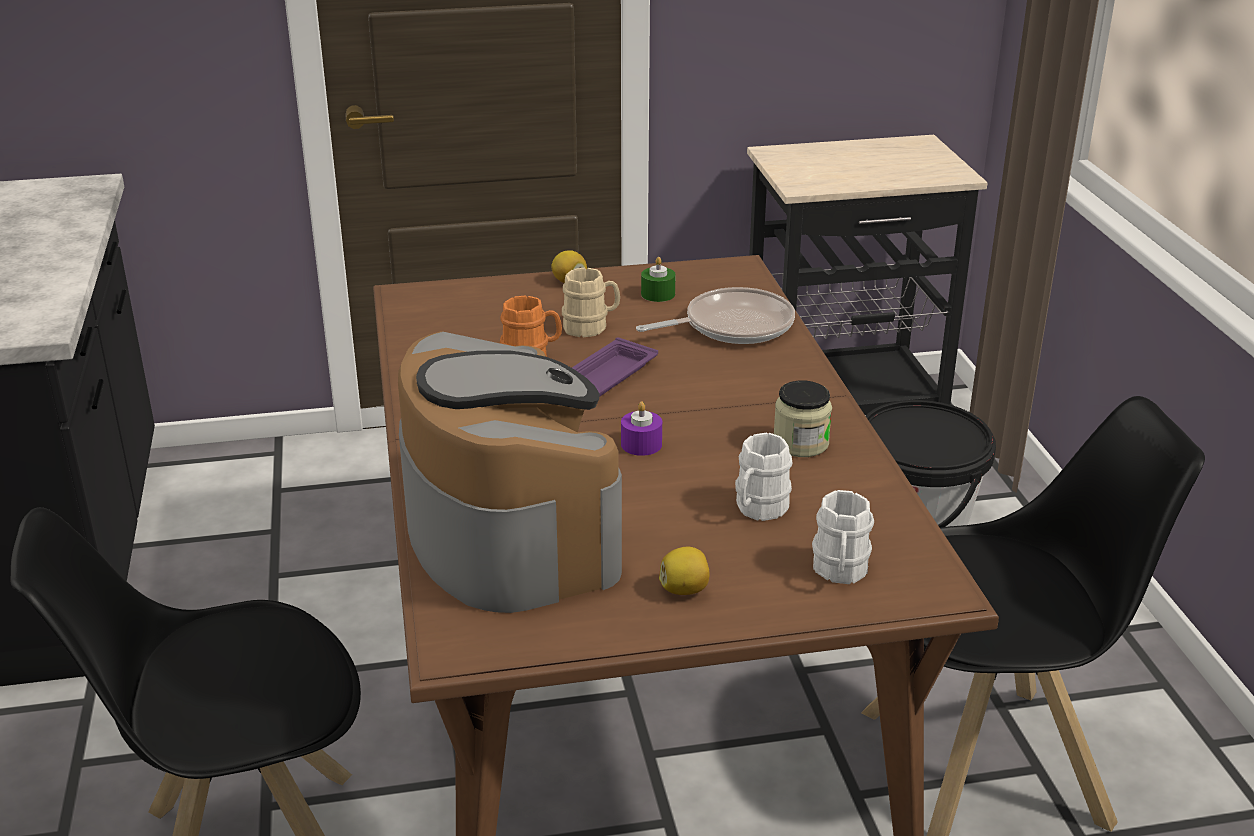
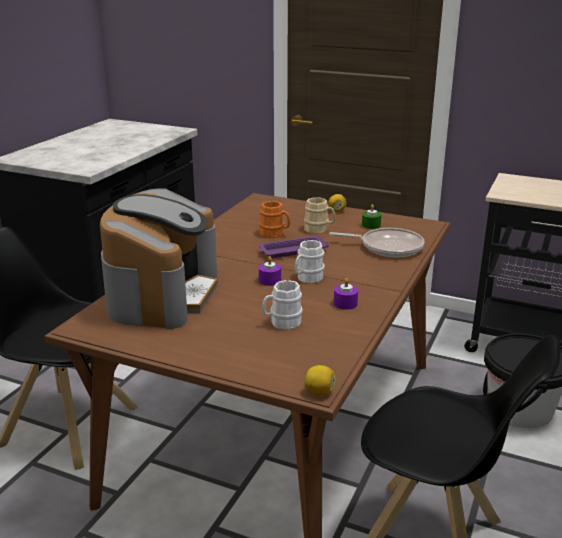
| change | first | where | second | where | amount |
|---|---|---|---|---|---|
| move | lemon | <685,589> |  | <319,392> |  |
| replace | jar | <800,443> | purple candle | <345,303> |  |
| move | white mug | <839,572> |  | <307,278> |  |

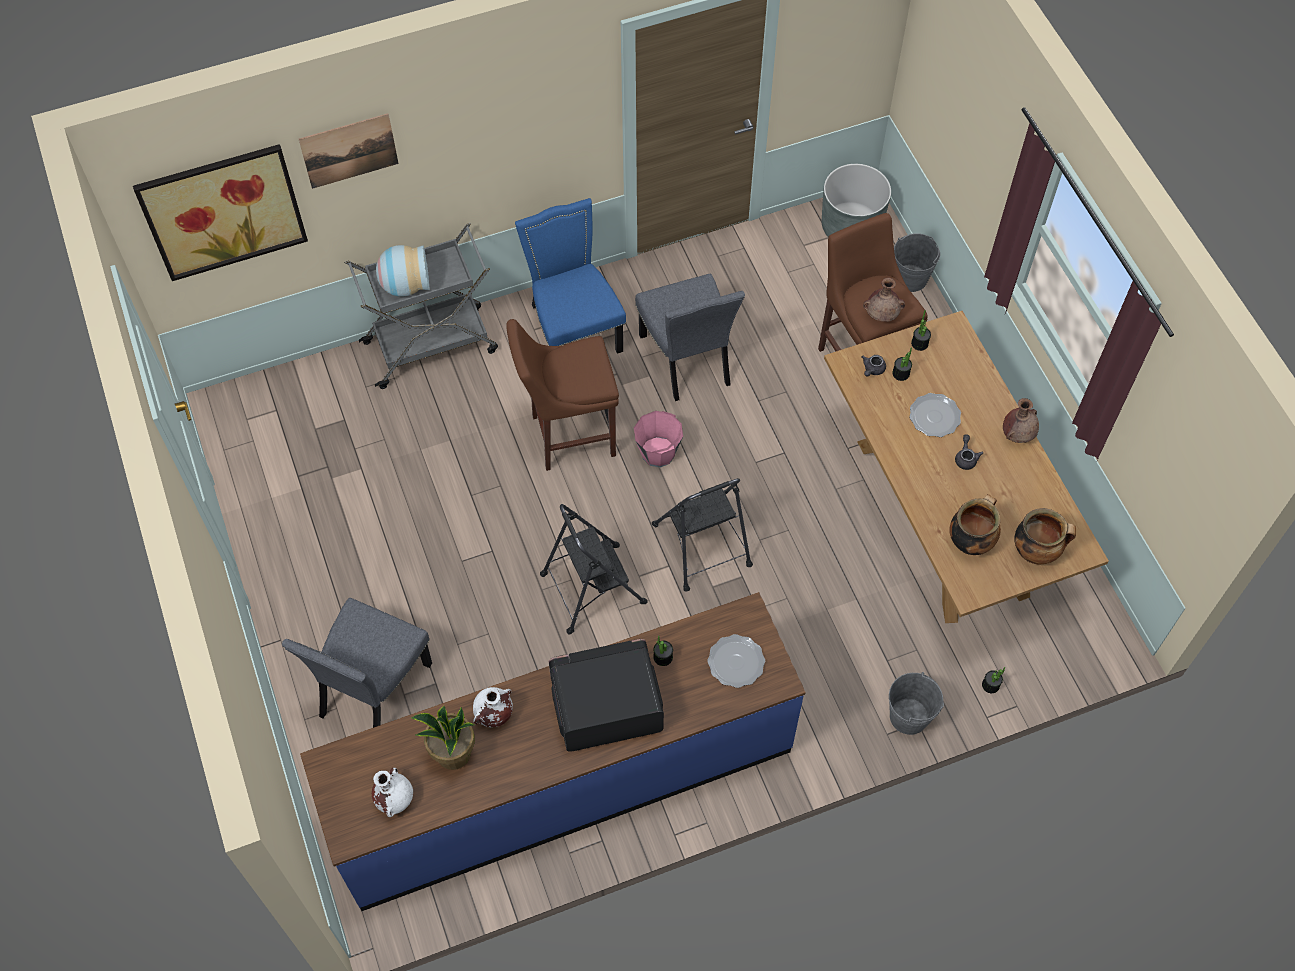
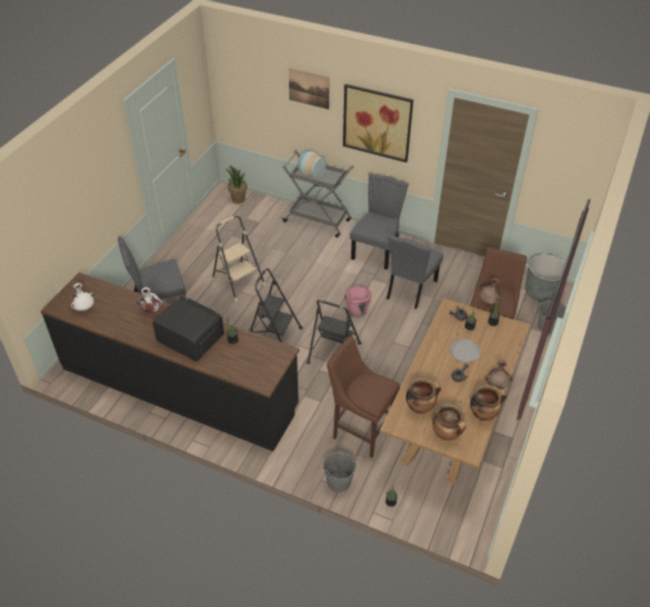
| change | first | where | second | where | amount |
|---|---|---|---|---|---|
| move | picture | <223,211> |  | <377,122> |  |
| recolor | blue counter | <563,781> | black counter | <179,387> |  |
| move | potted plant | <453,754> |  | <238,199> |  |
| move | brown stool | <568,436> |  | <360,431> |  |
| recolor | blue chair | <574,331> | grey chair | <376,251> |  |
| delete | plate | <736,662> |  |  |  |
| insert |  |  | beige step ladder | <237,280> |  |
| insert |  |  | cooking pot | <484,414> |  |

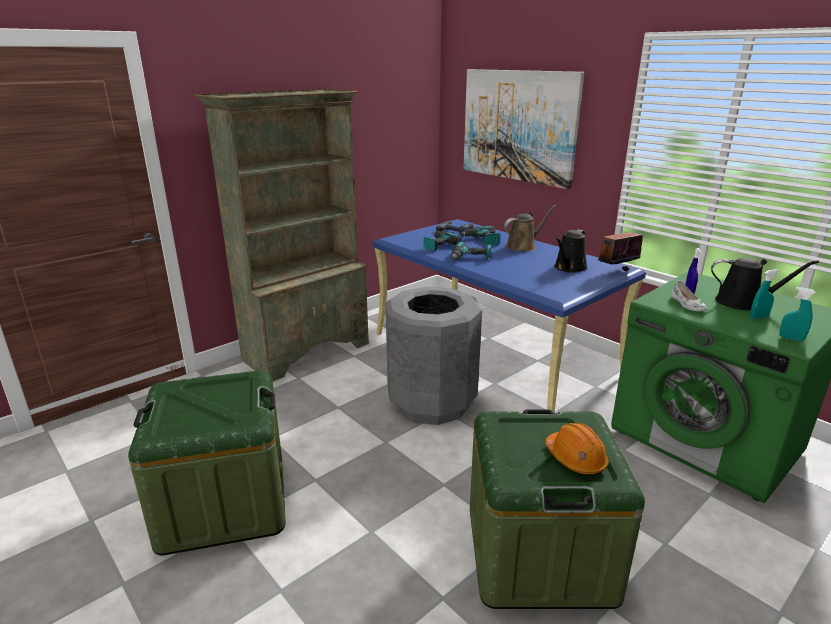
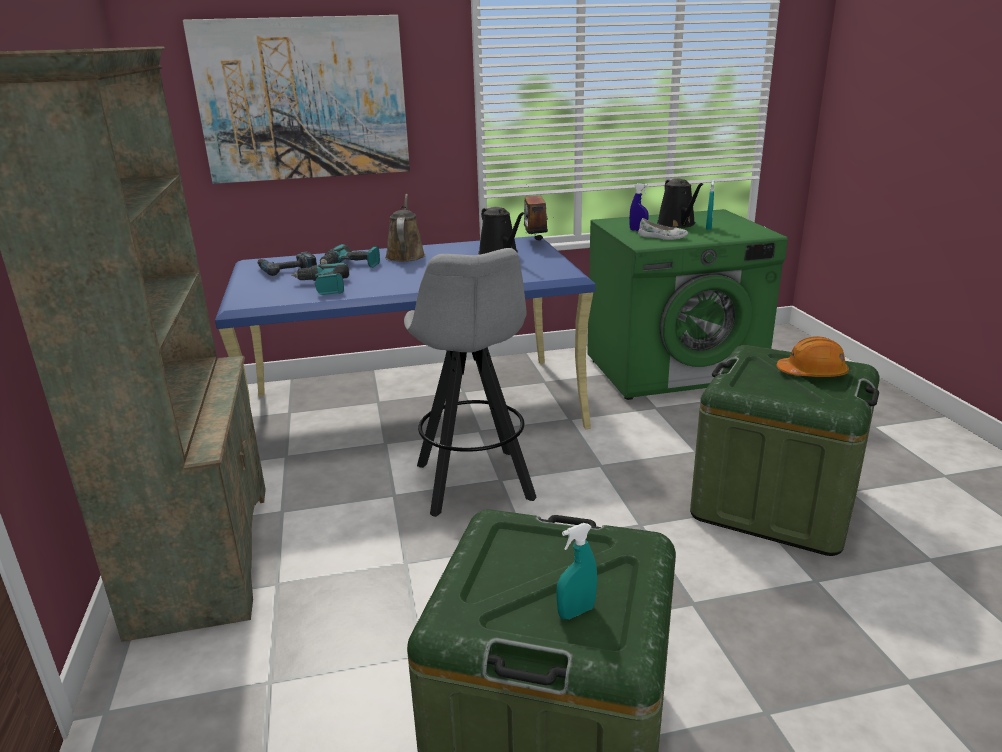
| change | first | where | second | where | amount |
|---|---|---|---|---|---|
| replace | grey trash can | <431,402> | grey stool | <474,484> |  |
| delete | power drill | <470,258> |  |  |  |
| rotate | black watering can | <742,303> |  | <678,224> | 120 degrees clockwise |
| move | turquoise spray bottle | <791,338> |  | <576,612> |  |

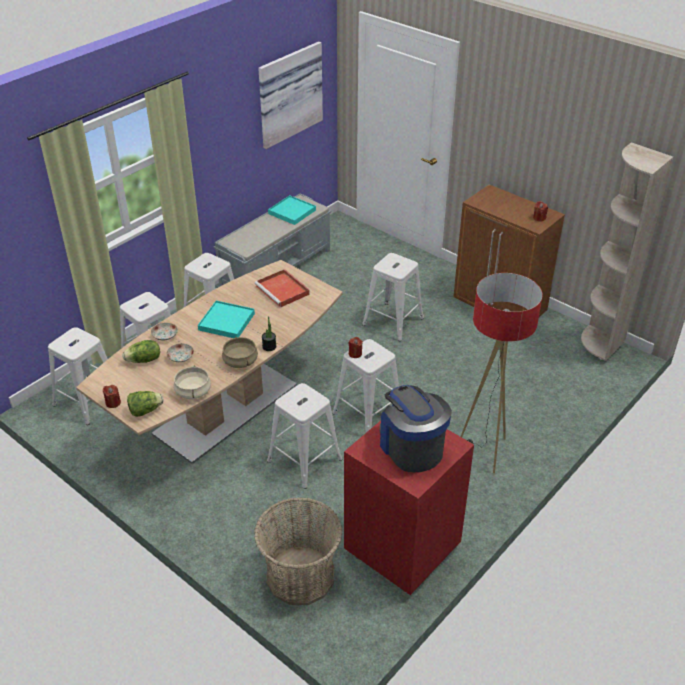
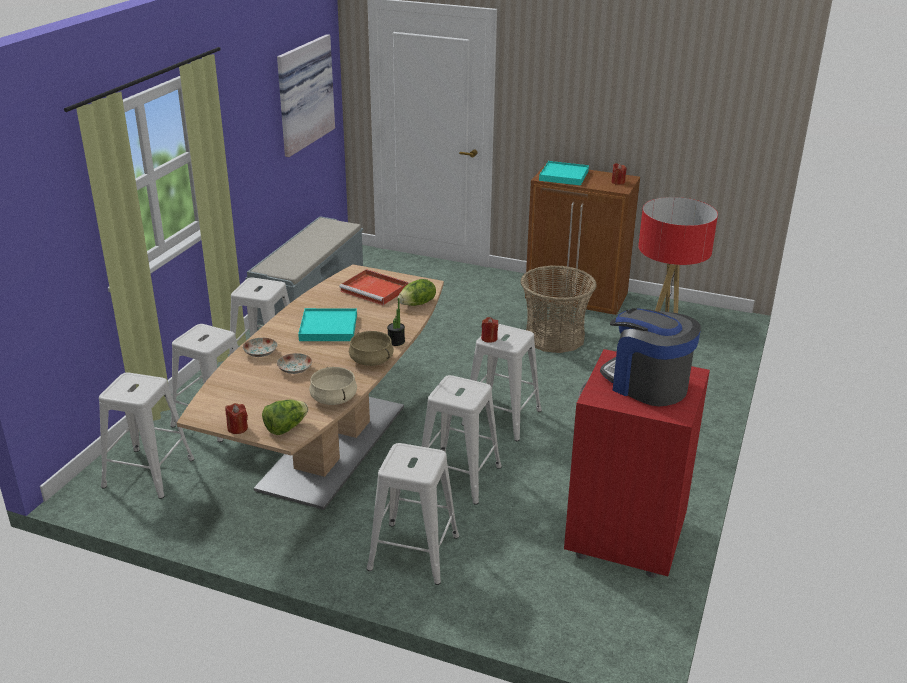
| change | first | where | second | where | amount |
|---|---|---|---|---|---|
| move | lettuce | <144,360> |  | <417,304> |  |
| move | basket | <300,576> |  | <554,337> |  |
| move | turquoise tray | <292,212> |  | <563,176> |  |
| move | white stool | <393,321> |  | <414,552> |  |
| delete | beige bookcase | <598,346> |  |  |  |

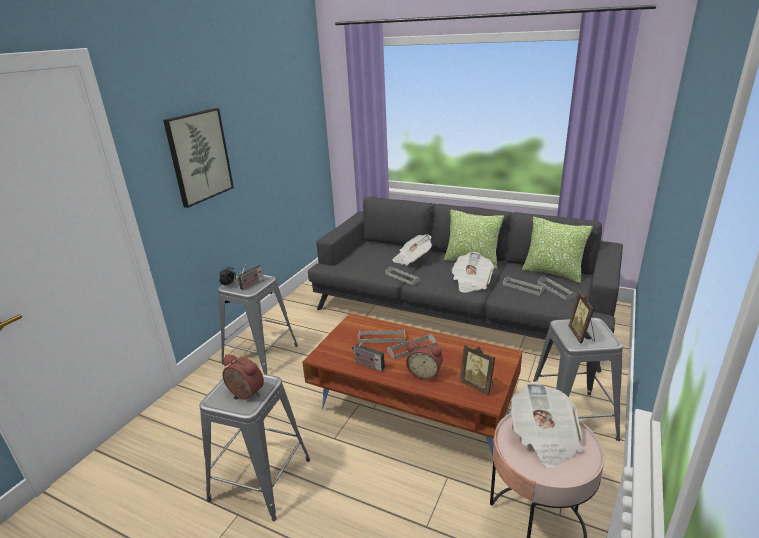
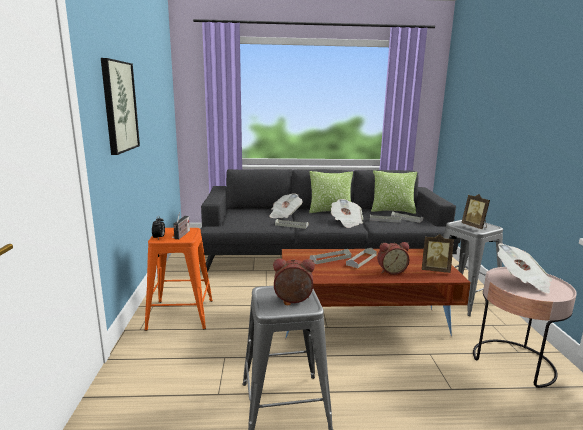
| change | first | where | second | where | amount |
|---|---|---|---|---|---|
| recolor | grey stool | <260,354> | orange stool | <181,314> |  |
| delete | radio | <367,365> |  |  |  |

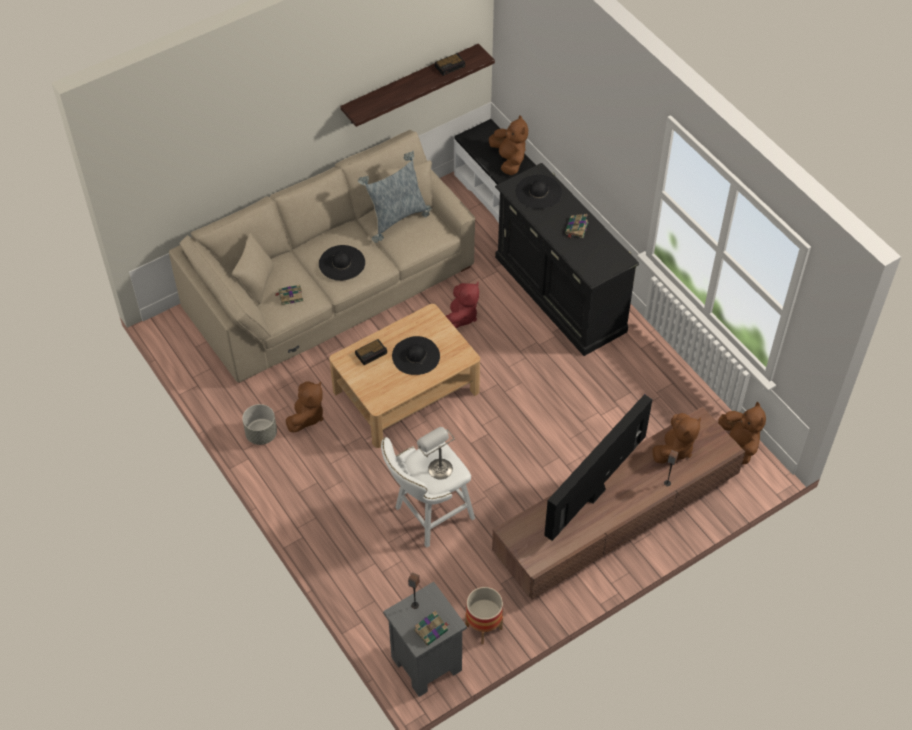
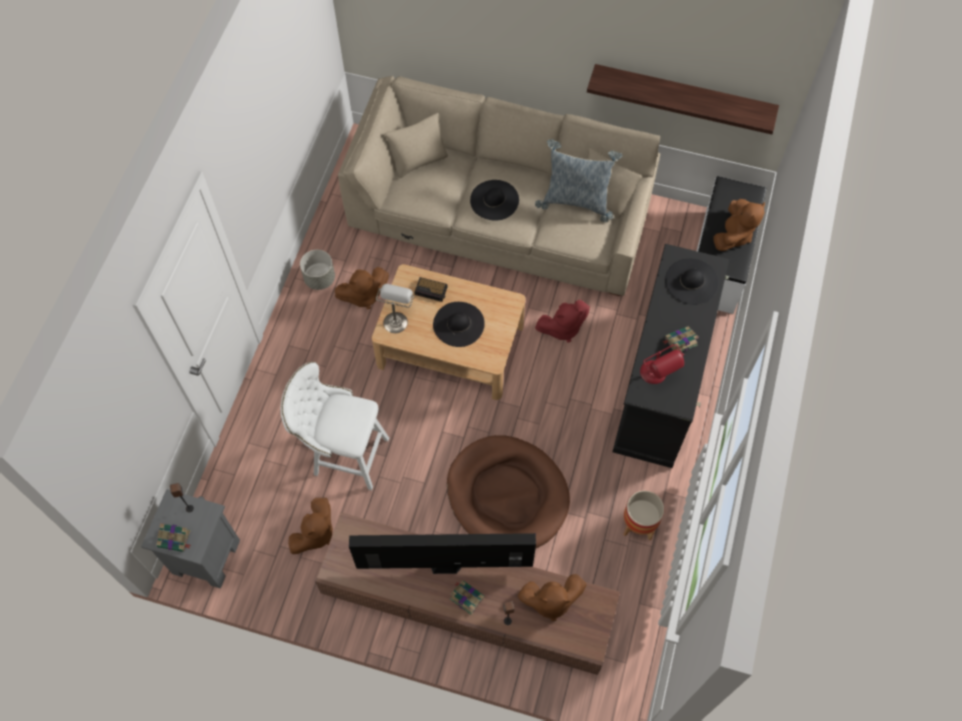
| change | first | where | second | where | amount |
|---|---|---|---|---|---|
| move | book | <290,296> |  | <466,597> |  |
| move | white table lamp | <436,465> |  | <396,317> |  |
| delete | alarm clock | <450,66> |  |  |  |
| move | planter | <484,627> |  | <638,525> |  |
| move | brown plush toy | <739,444> |  | <315,534> |  |
| insert |  |  | brown dog bed | <507,495> |  |
| insert |  |  | red table lamp | <657,376> |  |

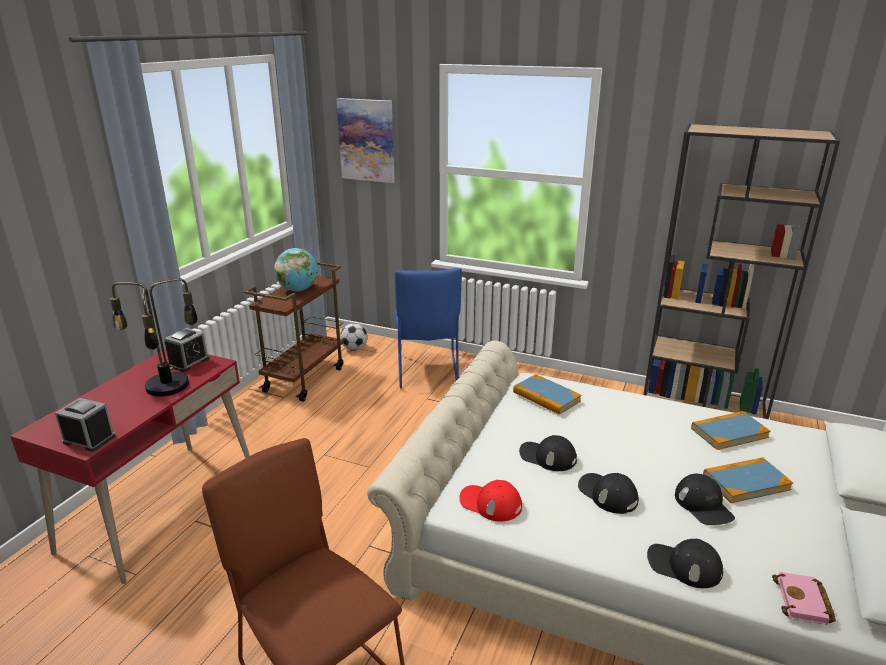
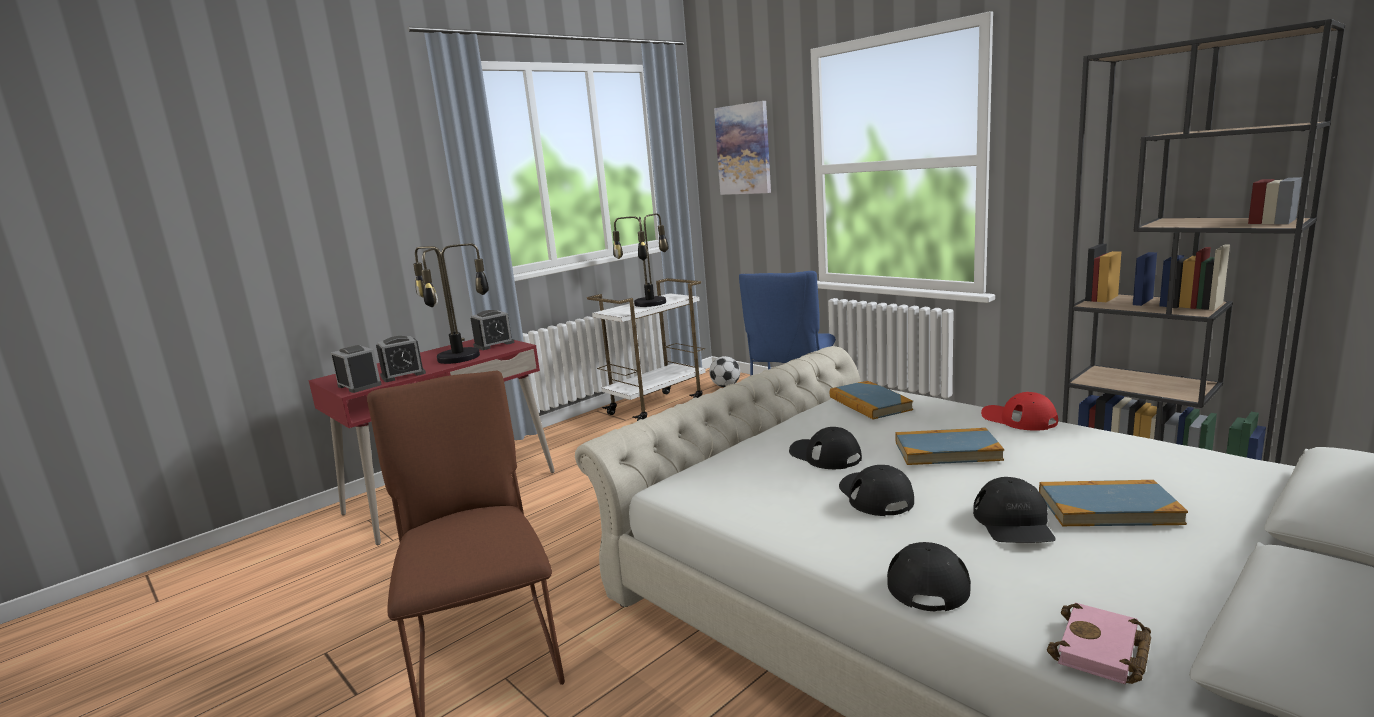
| change | first | where | second | where | amount |
|---|---|---|---|---|---|
| recolor | brown cart | <306,378> | white cart | <658,407> |  |
| replace | globe | <298,290> | table lamp | <649,303> |  |
| move | red cap | <490,503> |  | <1018,419> |  |
| rotate | black cap | <683,565> |  | <927,579> | 60 degrees clockwise |
| move | book | <729,433> |  | <947,451> |  |
| insert |  |  | alarm clock | <403,375> |  |

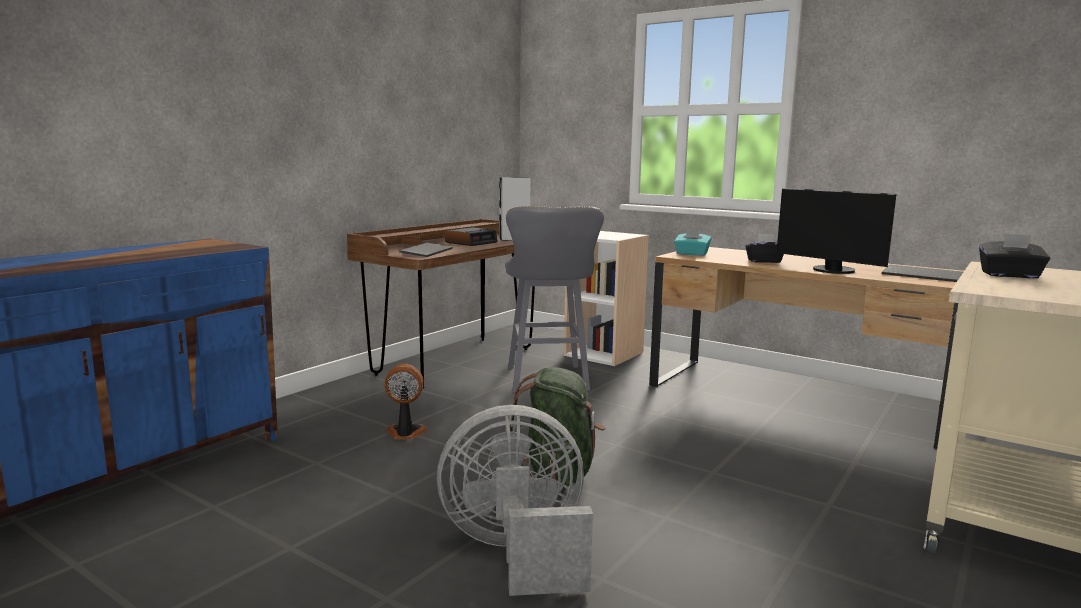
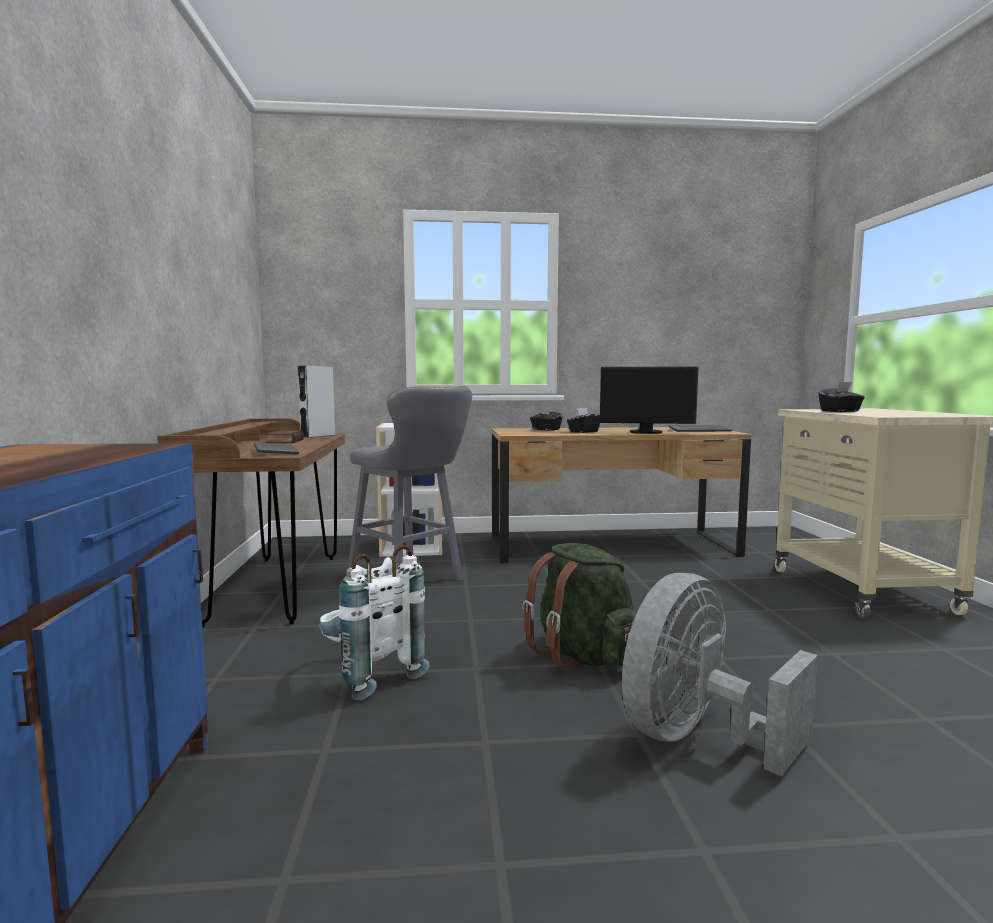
| change | first | where | second | where | amount |
|---|---|---|---|---|---|
| replace | fan | <405,433> | white backpack | <368,675> |  |
| replace | alarm clock | <471,242> | book | <284,441> |  |
| delete | turquoise tissue box | <691,254> |  |  |  |
| insert |  |  | black tissue box | <545,429> |  |

